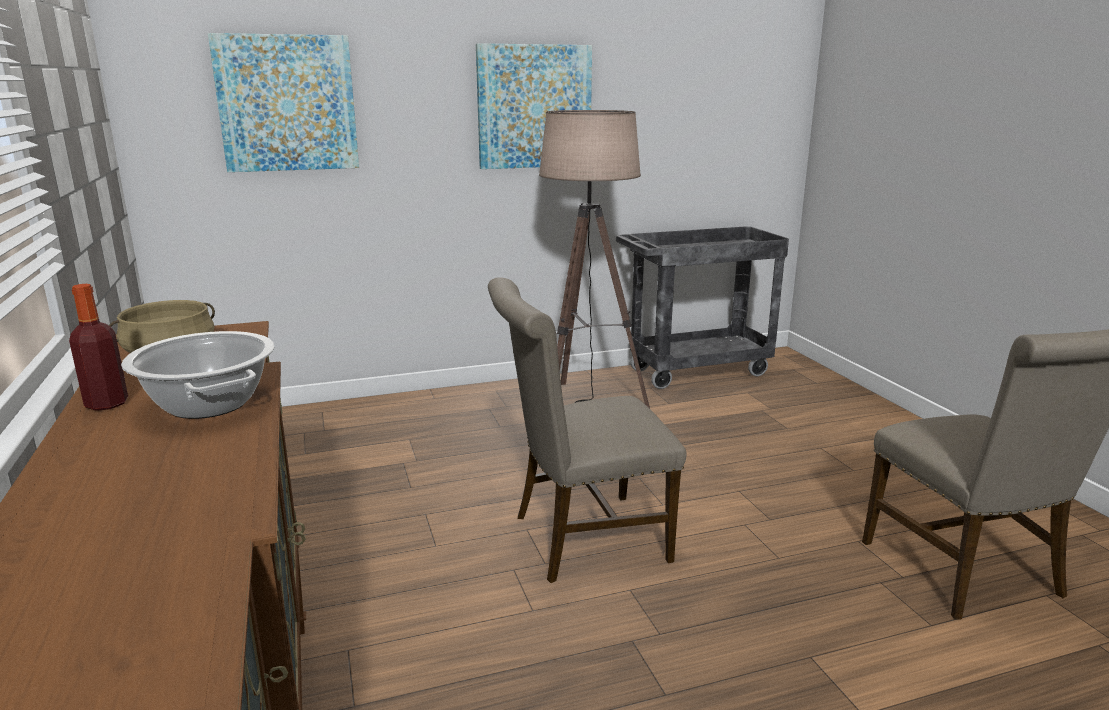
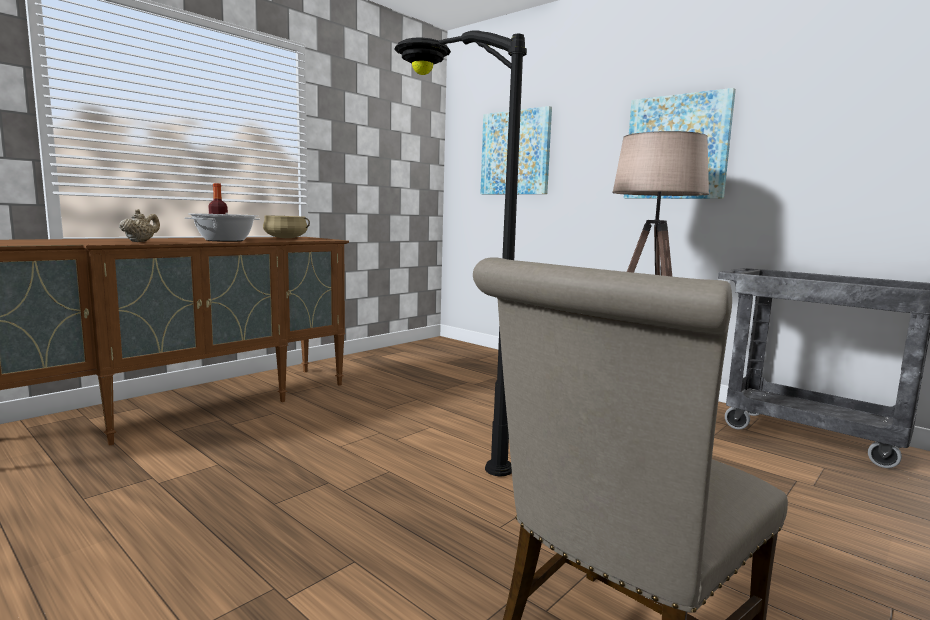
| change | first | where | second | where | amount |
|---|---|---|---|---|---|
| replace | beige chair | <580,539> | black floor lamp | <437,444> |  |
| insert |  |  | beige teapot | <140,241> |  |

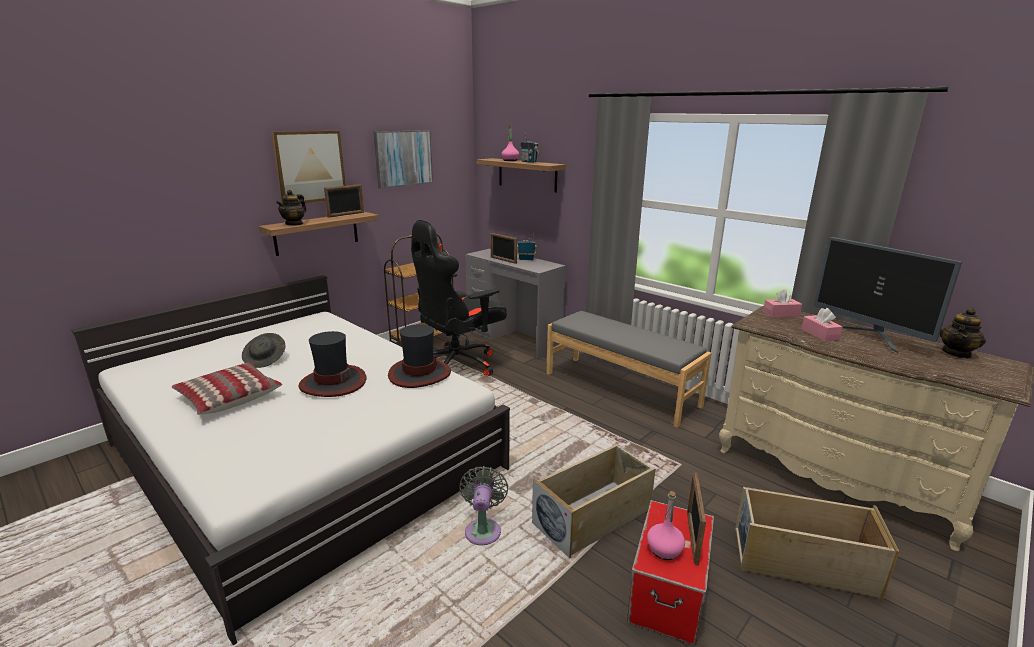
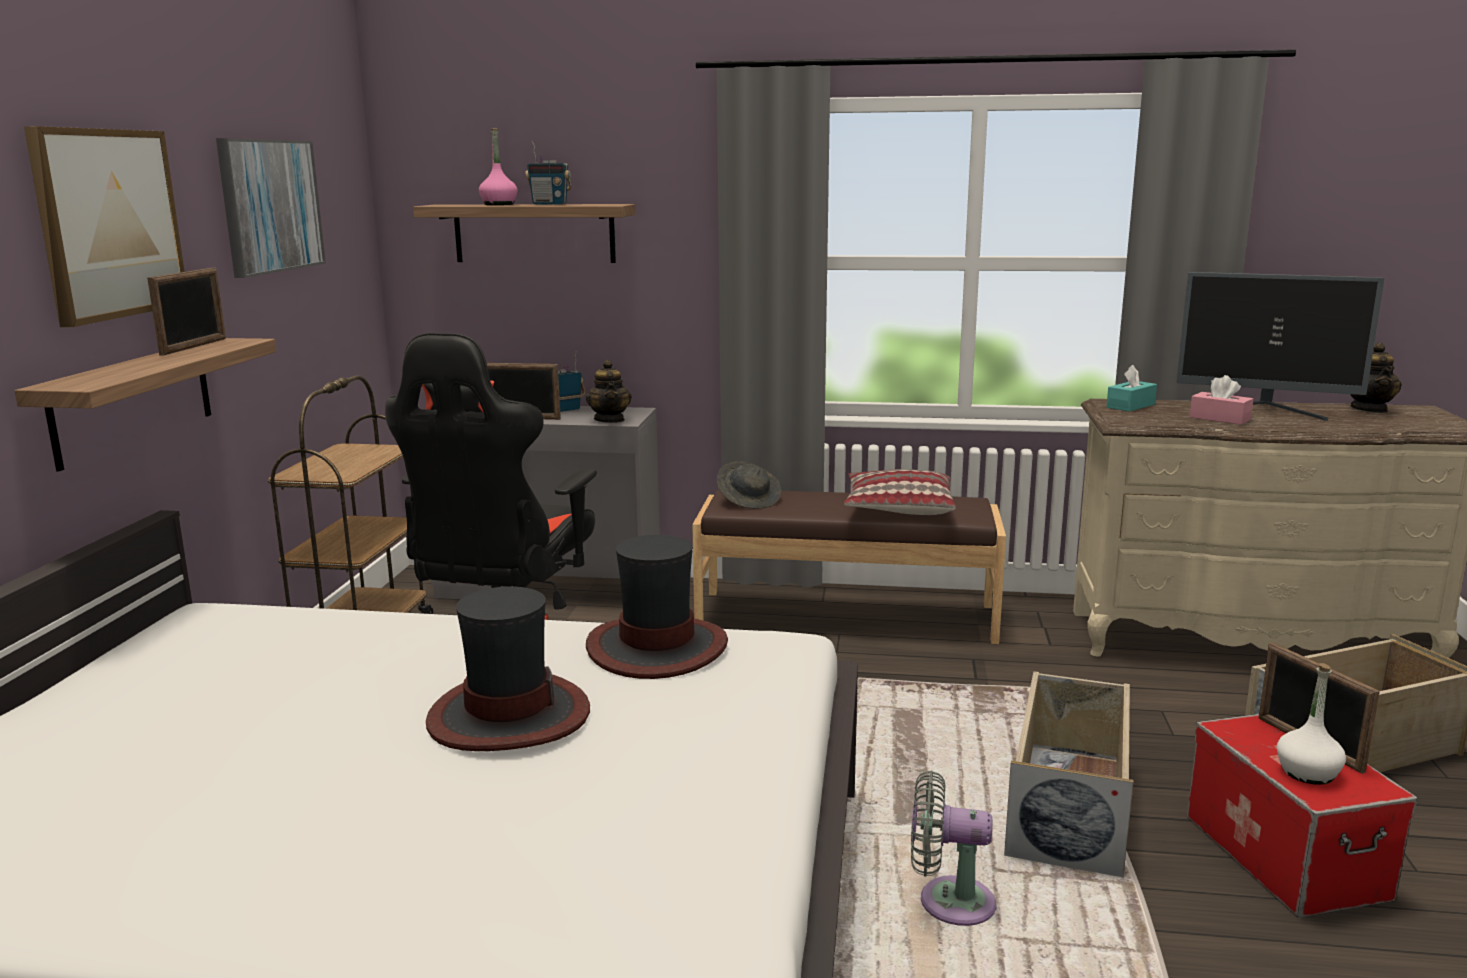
| change | first | where | second | where | amount |
|---|---|---|---|---|---|
| move | pillow | <228,397> |  | <898,508> |  |
| move | grey hat | <265,359> |  | <749,500> |  |
| move | teapot | <294,224> |  | <610,420> |  |
| rotate | grey fan | <483,529> |  | <948,901> | 45 degrees counterclockwise |
| recolor | grey bench | <620,389> | brown bench | <846,615> |  |
| recolor | pink bottle | <664,550> | white bottle | <1308,773> |  |
| recolor | pink tissue box | <781,314> | turquoise tissue box | <1130,406> |  |

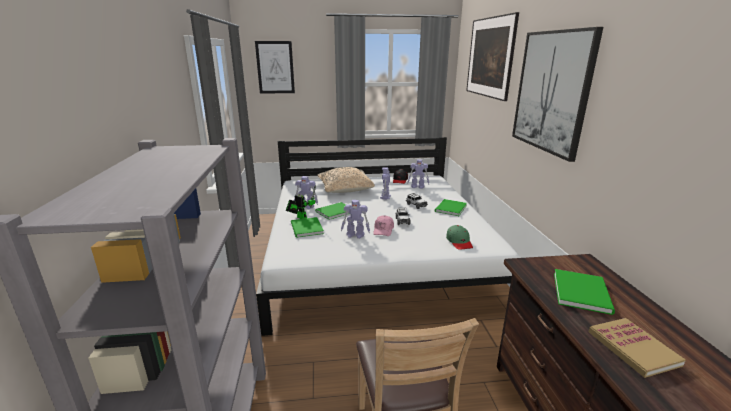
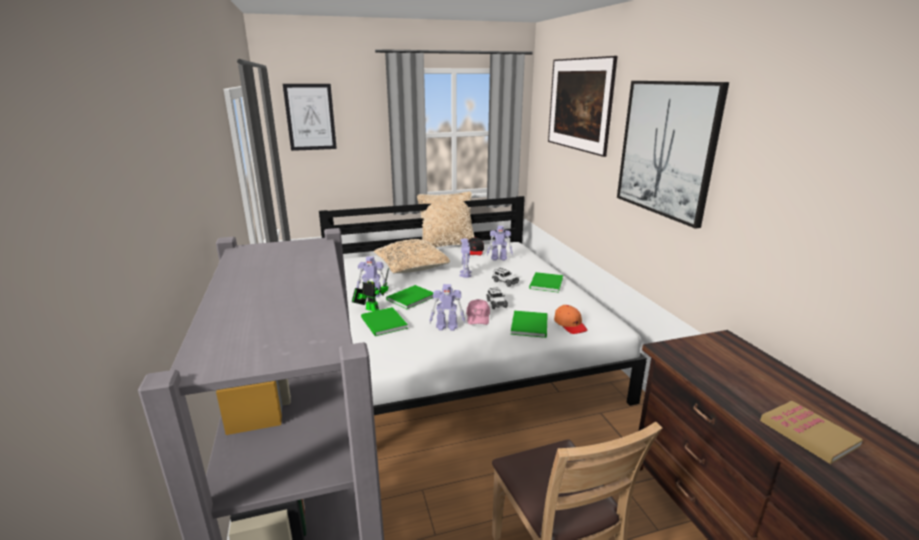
| change | first | where | second | where | amount |
|---|---|---|---|---|---|
| recolor | green cap | <459,242> | orange cap | <570,324> |  |
| move | green book | <582,292> |  | <530,324> |  |
| insert |  |  | beige pillow | <447,245> |  |

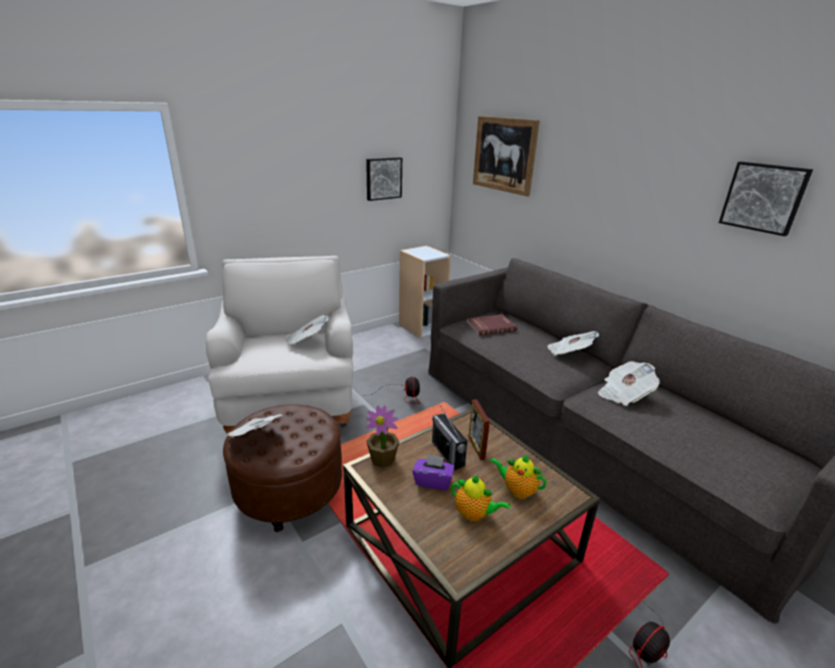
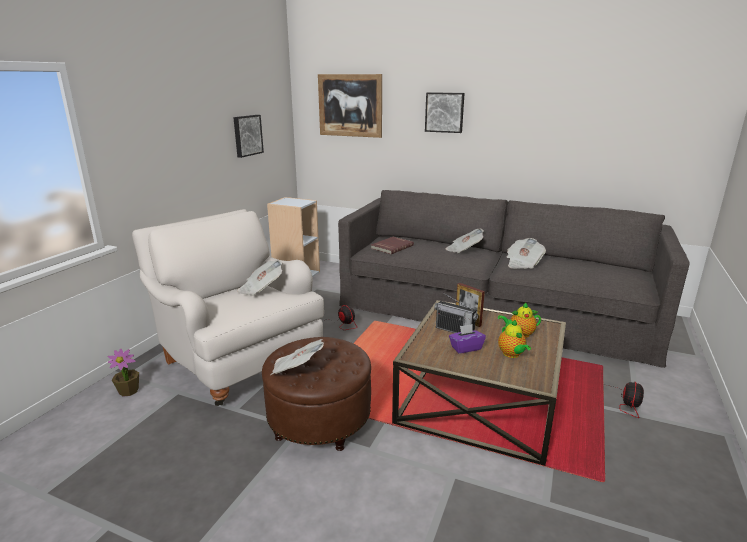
| change | first | where | second | where | amount |
|---|---|---|---|---|---|
| move | potted plant | <383,459> |  | <129,391> |  |
| rotate | teapot | <474,514> |  | <512,354> | 75 degrees clockwise |
| move | picture | <764,197> |  | <444,112> |  |

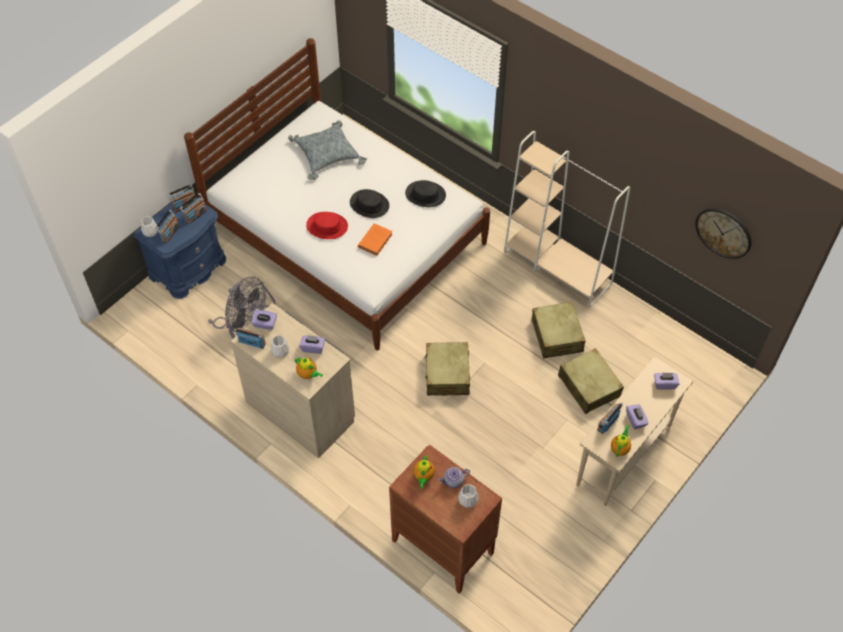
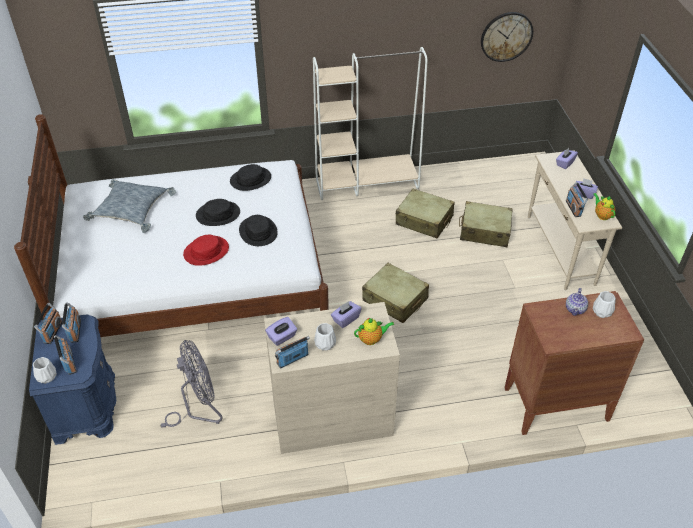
| change | first | where | second | where | amount |
|---|---|---|---|---|---|
| replace | orange book | <375,240> | black hat | <258,232> |  |
| delete | teapot | <423,477> |  |  |  |

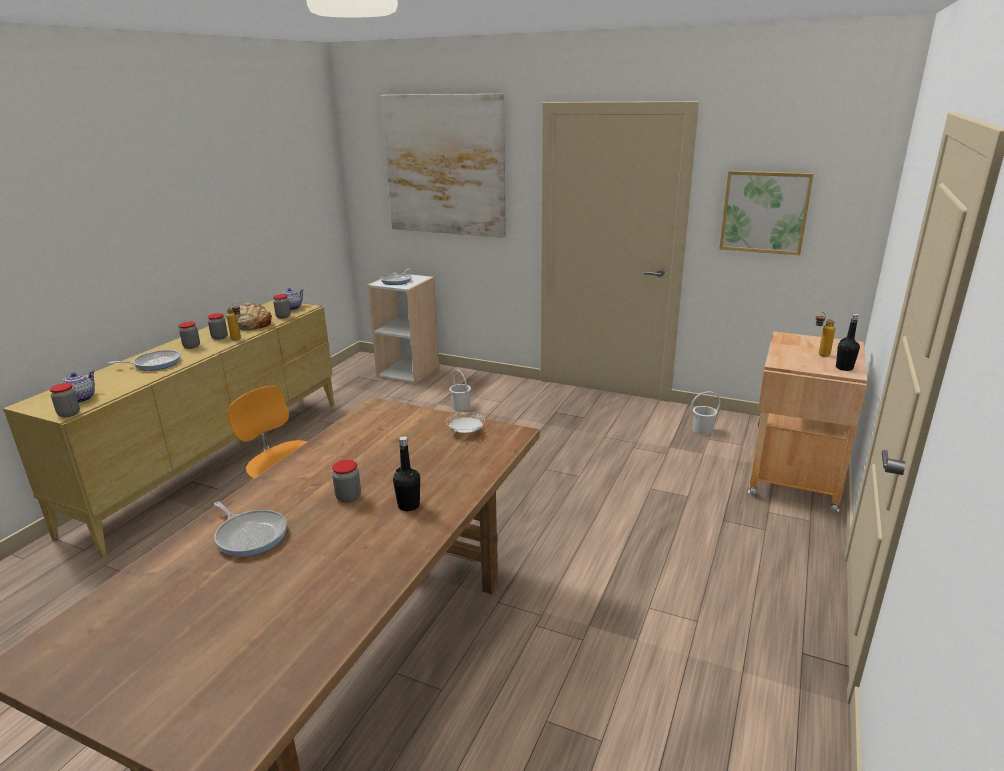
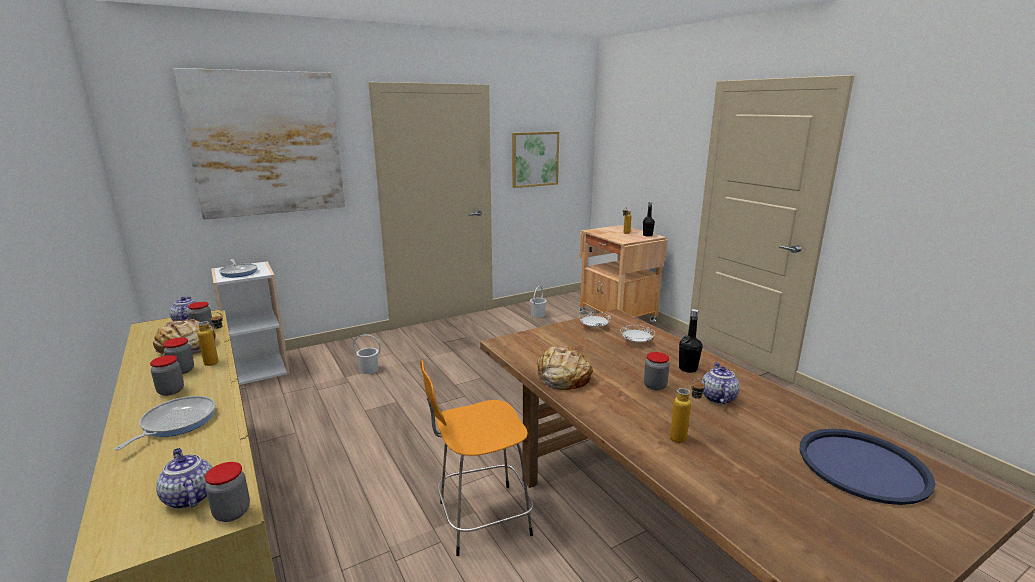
| change | first | where | second | where | amount |
|---|---|---|---|---|---|
| replace | frying pan | <250,535> | bottle | <684,438> |  |
| insert |  |  | bread | <562,377> |  |
| insert |  |  | white plate | <636,342> |  |
| insert |  |  | teapot | <717,397> |  |
| insert |  |  | blue tray | <862,466> |  |

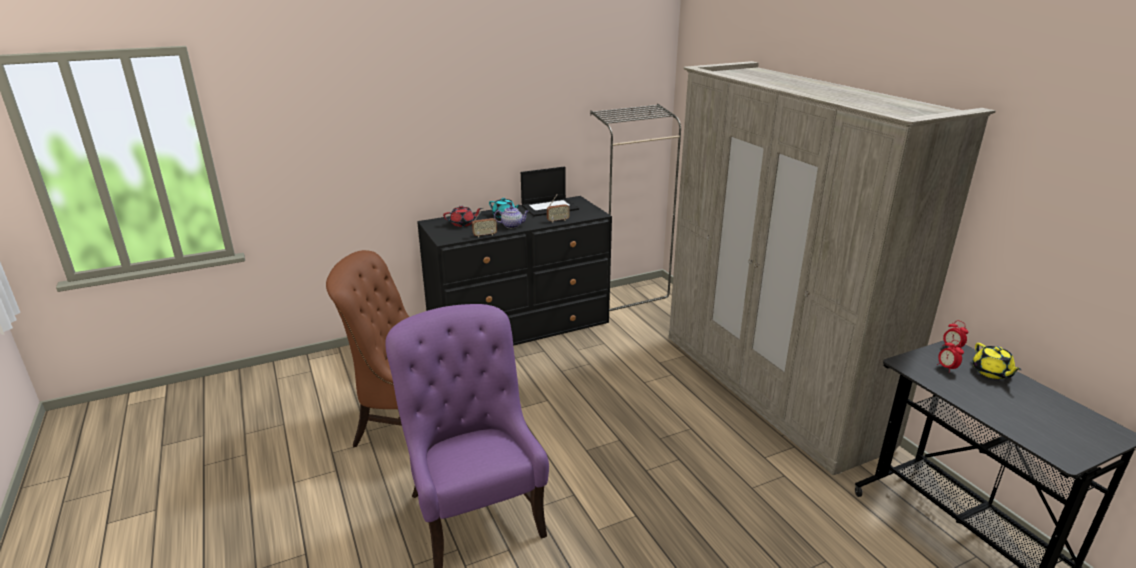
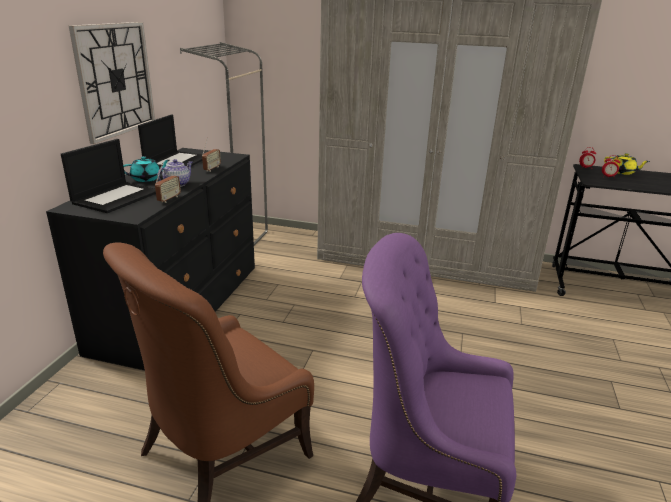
| change | first | where | second | where | amount |
|---|---|---|---|---|---|
| replace | red teapot | <463,224> | laptop | <116,197> |  |
| insert |  |  | wall clock | <115,80> |  |

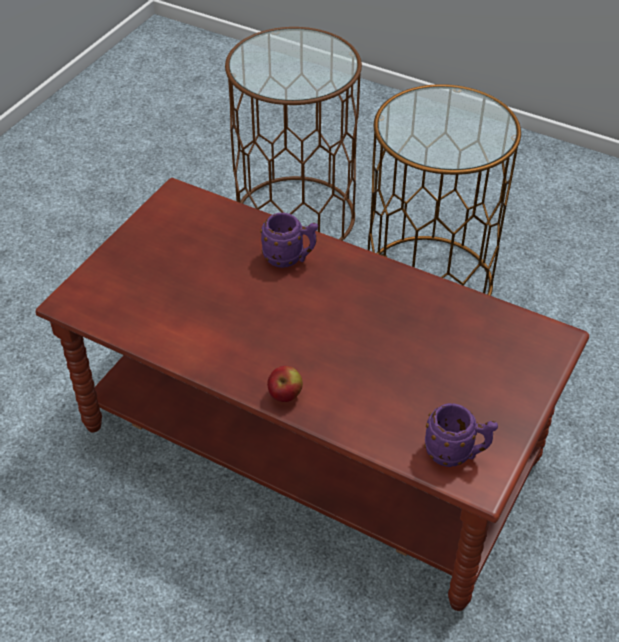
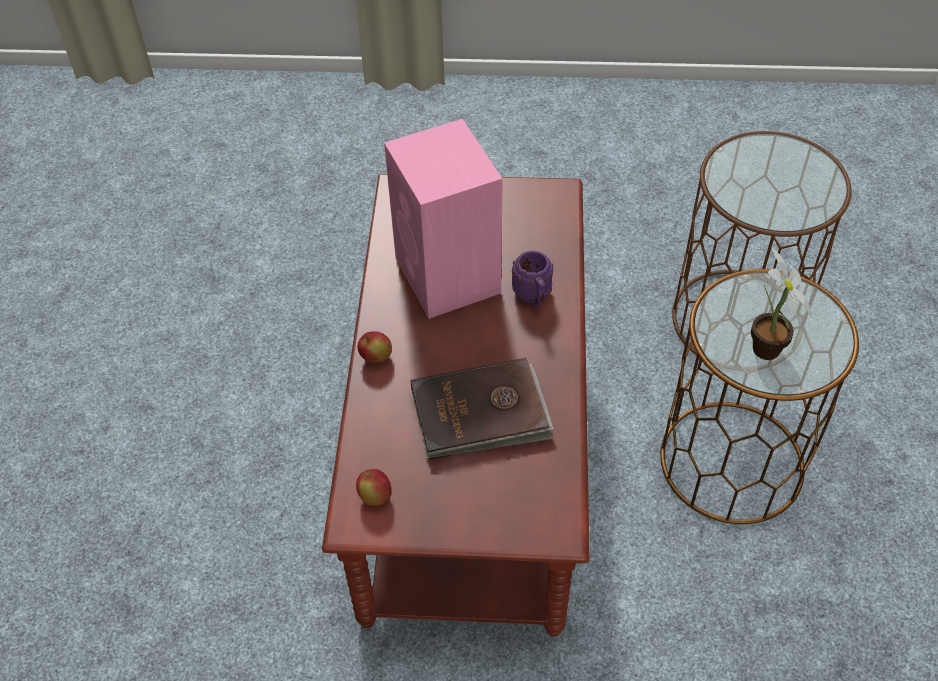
| change | first | where | second | where | amount |
|---|---|---|---|---|---|
| replace | purple mug | <456,454> | apple | <375,496> |  |
| insert |  |  | pink speaker | <448,277> |  |
| insert |  |  | brown book | <480,413> |  |
| insert |  |  | potted plant | <765,353> |  |

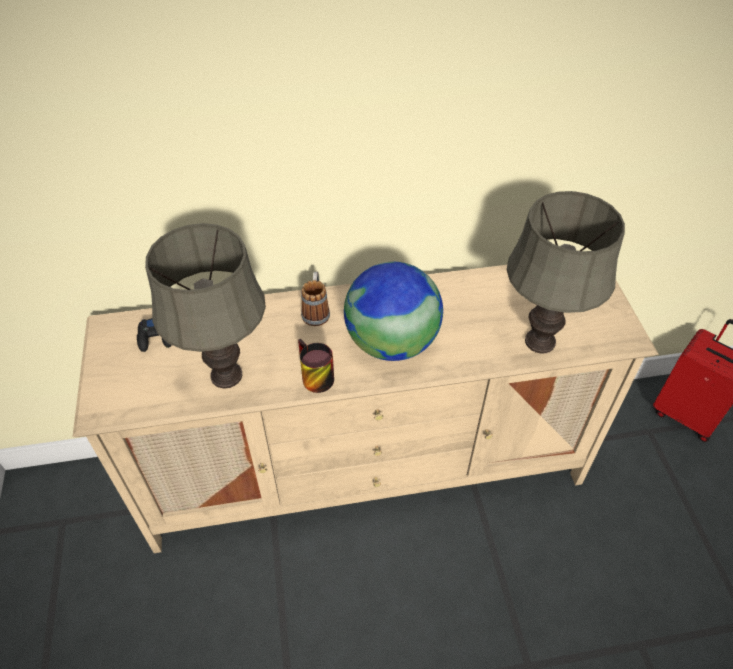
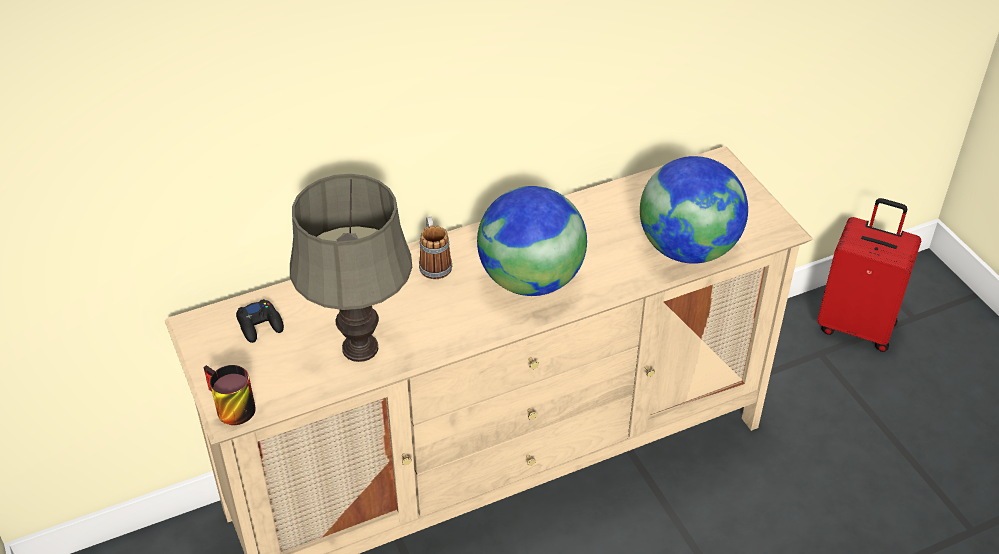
| change | first | where | second | where | amount |
|---|---|---|---|---|---|
| move | mug | <312,377> |  | <228,408> |  |
| replace | grey table lamp | <539,341> | globe | <688,249> |  |

